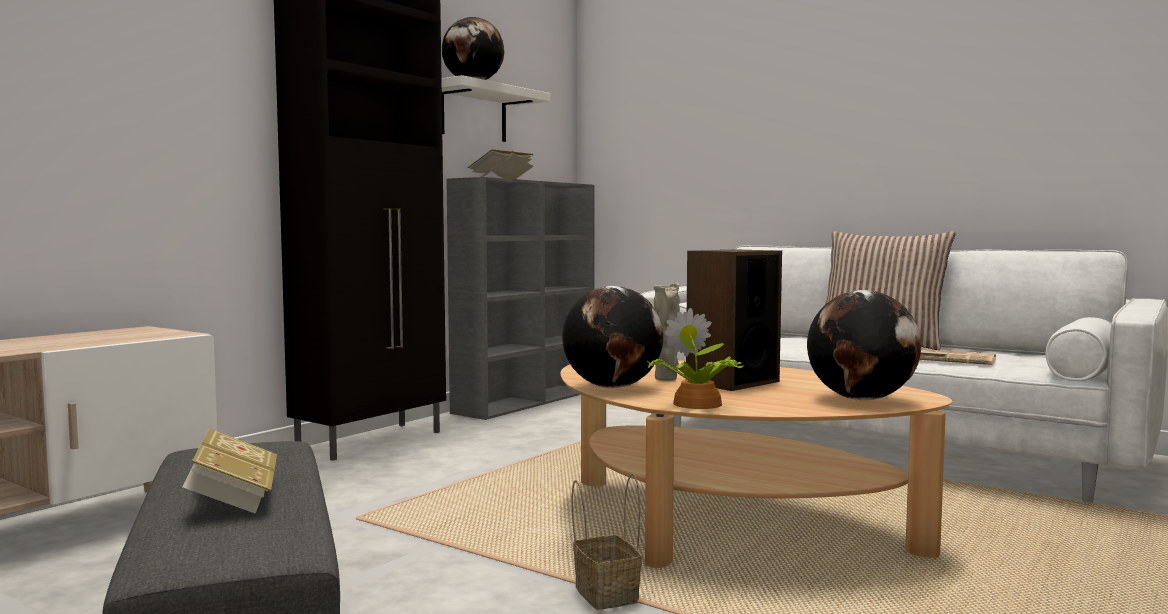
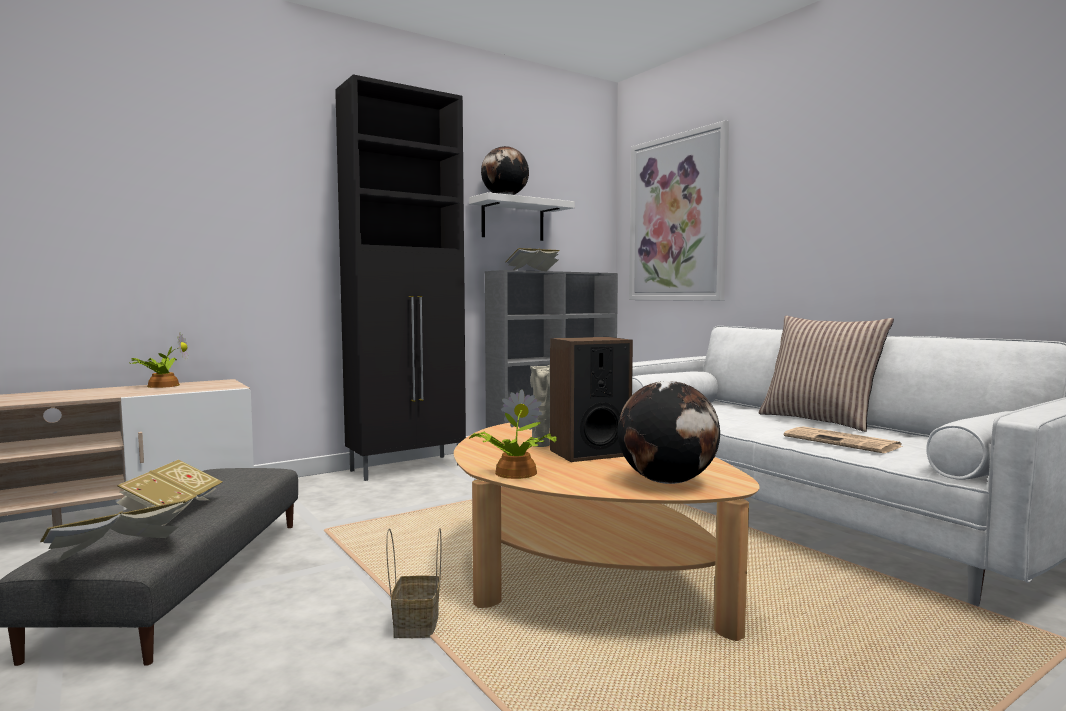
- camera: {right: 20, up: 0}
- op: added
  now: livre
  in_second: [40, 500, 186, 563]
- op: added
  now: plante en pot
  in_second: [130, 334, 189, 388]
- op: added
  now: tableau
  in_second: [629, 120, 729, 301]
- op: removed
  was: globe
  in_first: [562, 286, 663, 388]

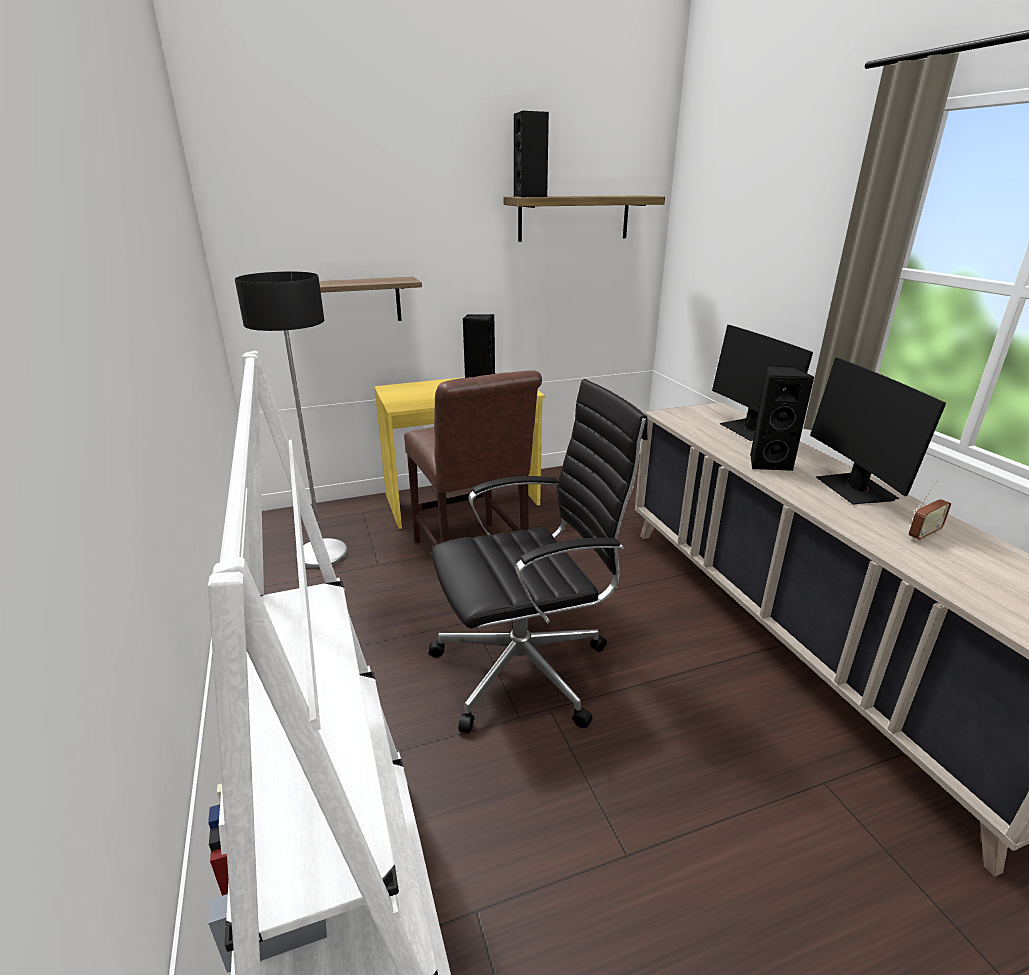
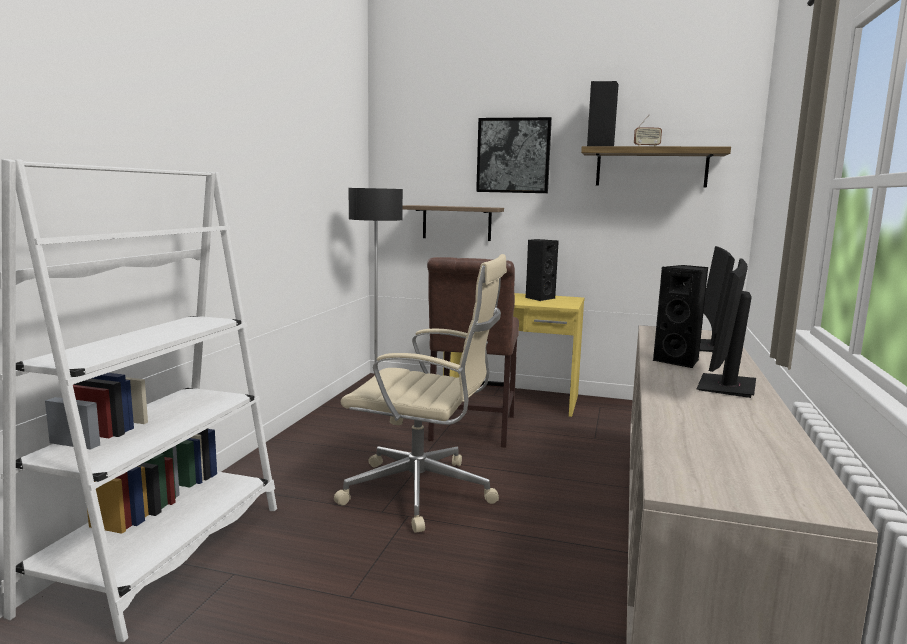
- camera: {right: 35, up: -15}
- op: recoloured
  was: chaise de bureau (noir)
  now: chaise de bureau (beige)
  in_first: [429, 379, 648, 734]
  in_second: [334, 254, 507, 533]
- op: added
  now: tableau
  in_second: [476, 117, 552, 193]
- op: moved
  was: radio
  in_first: [909, 480, 951, 541]
  in_second: [634, 114, 662, 146]

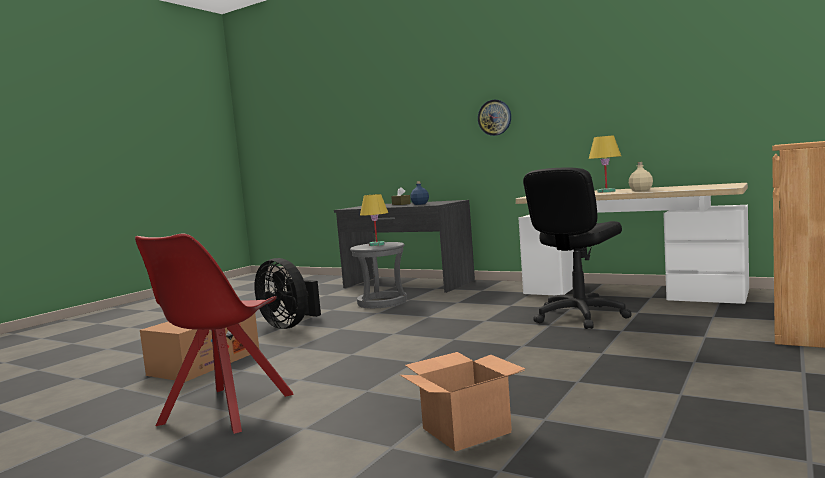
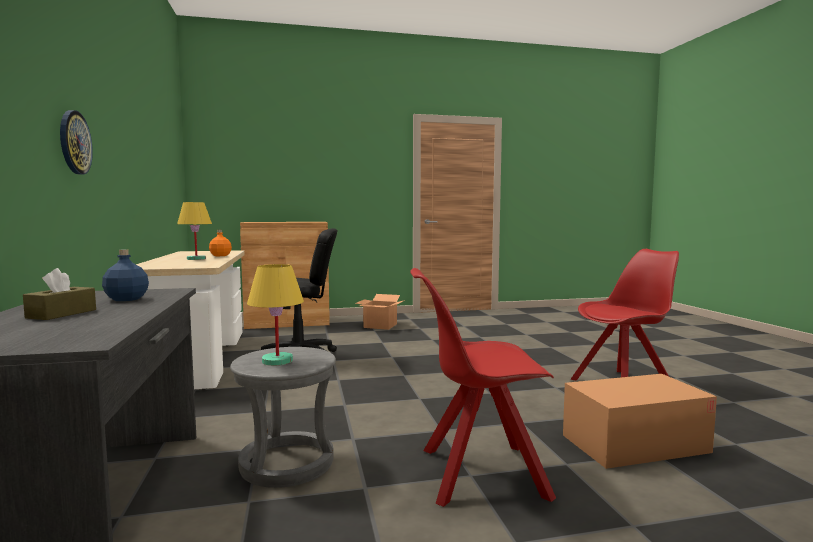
- camera: {right: -135, up: 0}
- op: recoloured
  was: bouteille (beige)
  now: bouteille (orange)
  in_first: [629, 162, 653, 192]
  in_second: [209, 230, 232, 256]
- op: moved
  was: carton
  in_first: [400, 352, 525, 452]
  in_second: [355, 294, 405, 330]
- op: replaced
  was: ventilateur (noir)
  now: chaise (rouge)
  in_first: [254, 258, 321, 329]
  in_second: [410, 268, 556, 507]

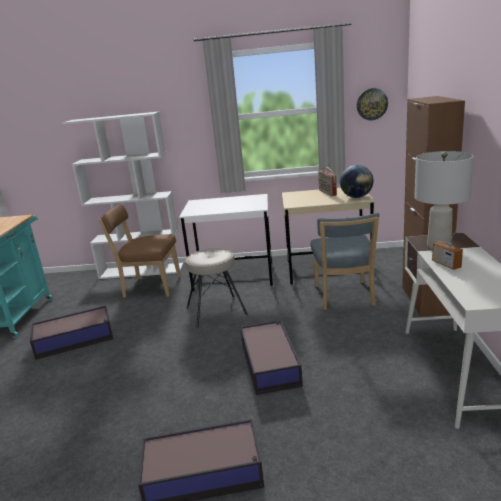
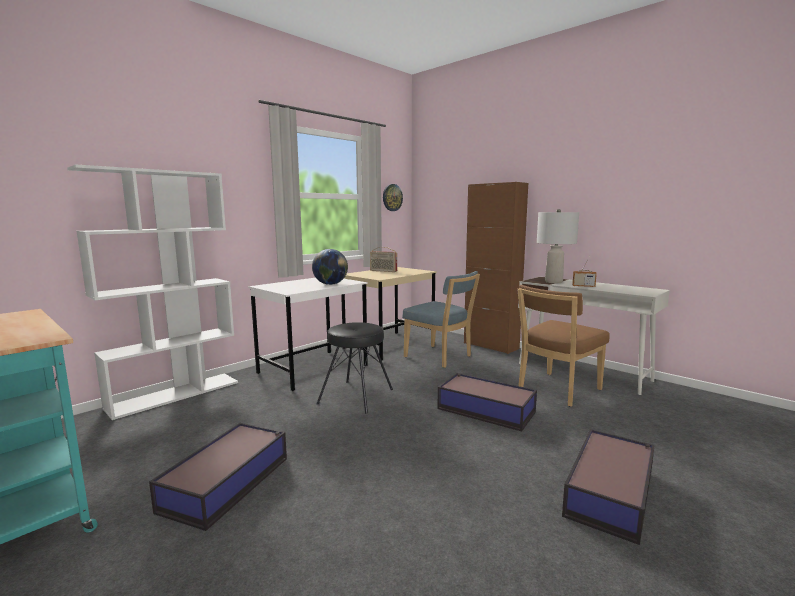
- camera: {right: -50, up: -10}
- op: moved
  was: globe
  in_first: [340, 165, 374, 198]
  in_second: [312, 249, 348, 285]
- op: recoloured
  was: tabouret (beige)
  now: tabouret (noir)
  in_first: [186, 248, 248, 328]
  in_second: [317, 322, 393, 414]
- op: moved
  was: chaise (marron)
  in_first: [99, 203, 181, 298]
  in_second: [517, 285, 610, 407]

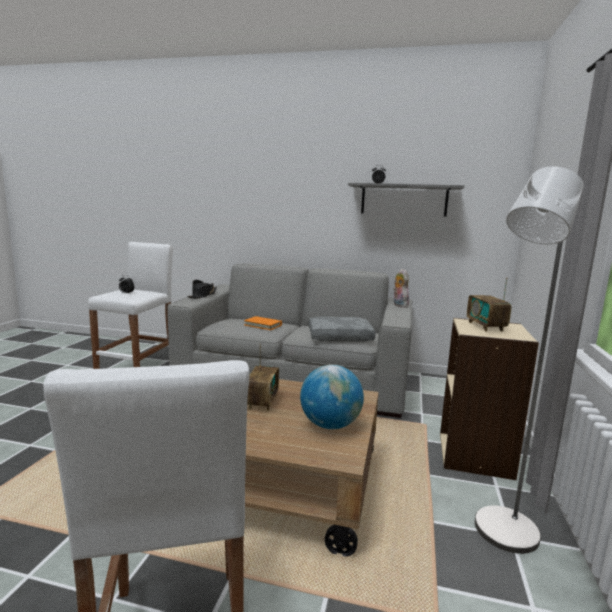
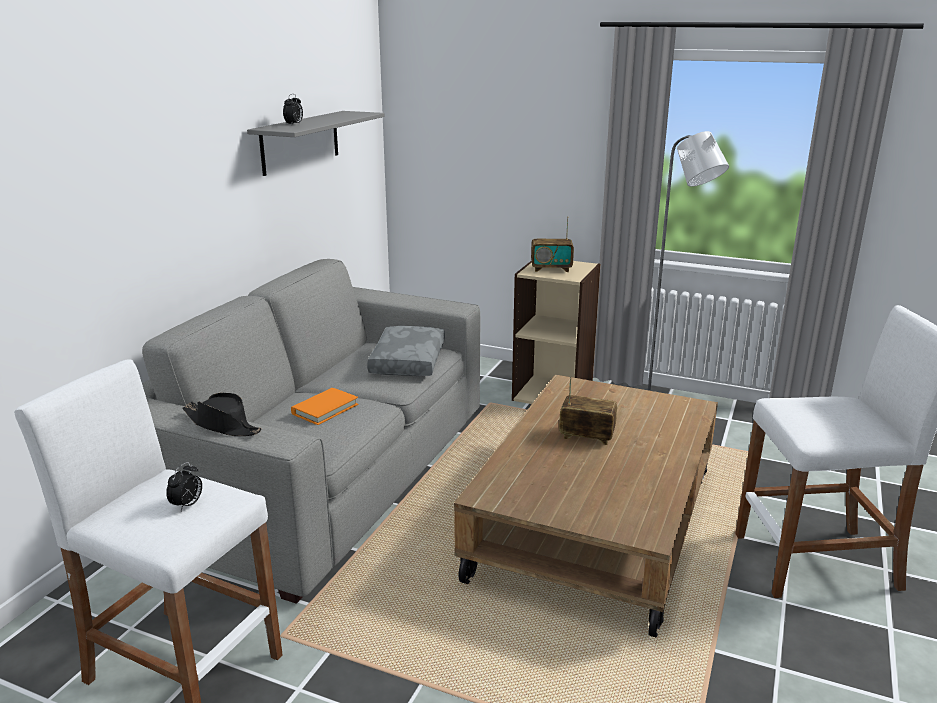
- camera: {right: -80, up: 10}
- op: removed
  was: globe
  in_first: [300, 365, 364, 429]
- op: removed
  was: peluche
  in_first: [393, 269, 409, 308]

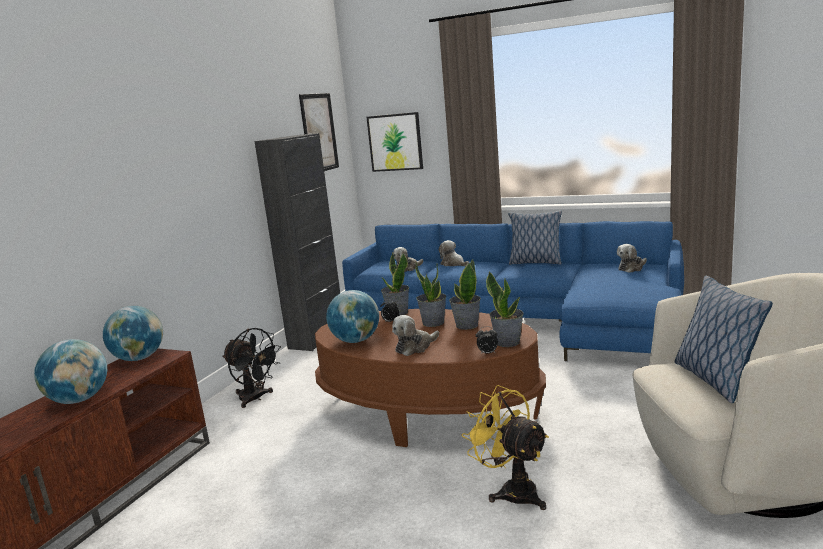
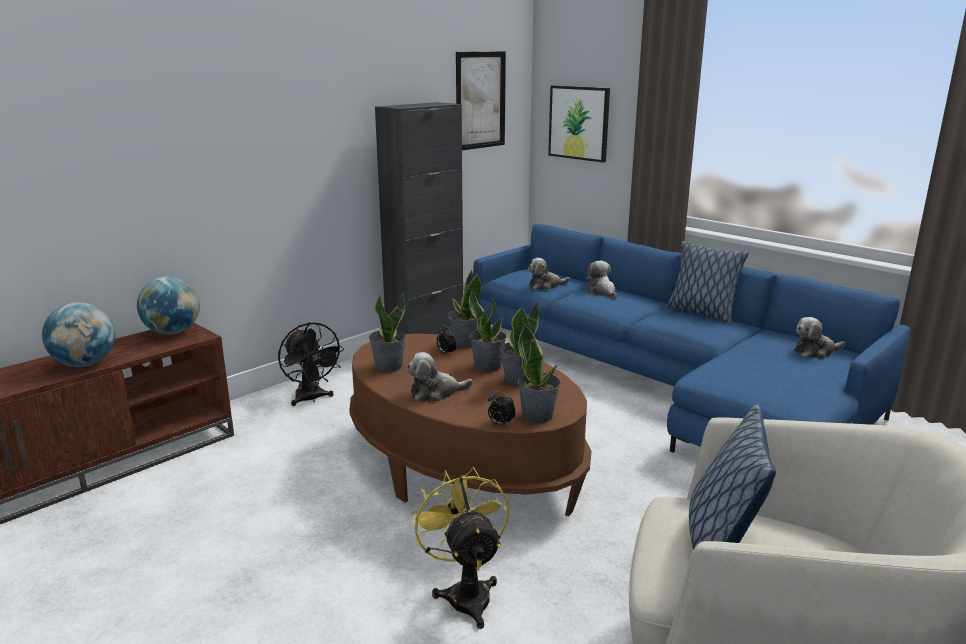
- camera: {right: 20, up: 5}
- op: replaced
  was: globe
  now: plante en pot
  in_first: [326, 290, 379, 343]
  in_second: [369, 292, 406, 373]

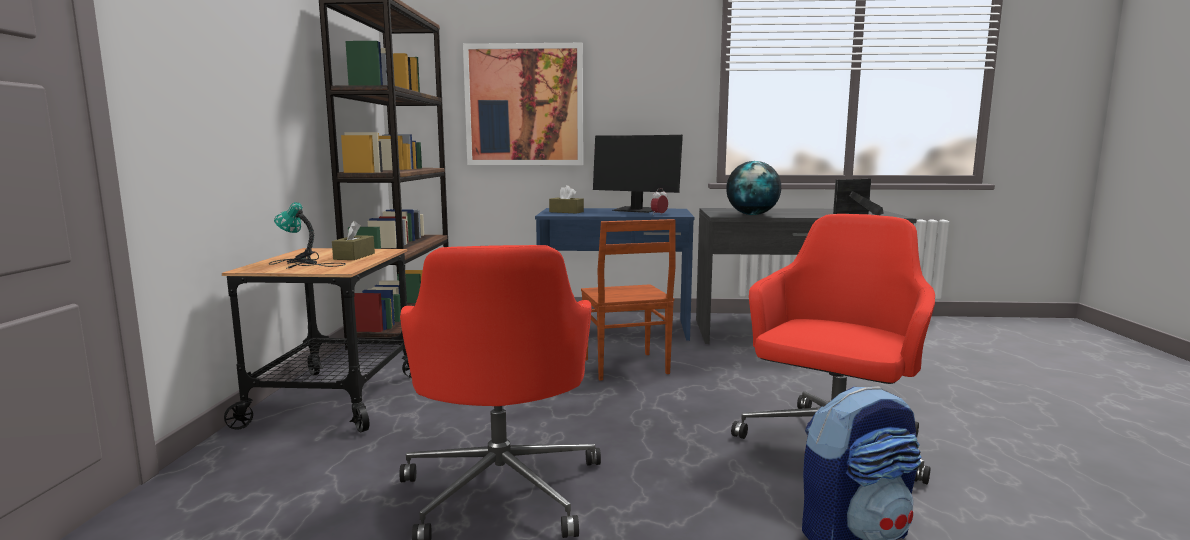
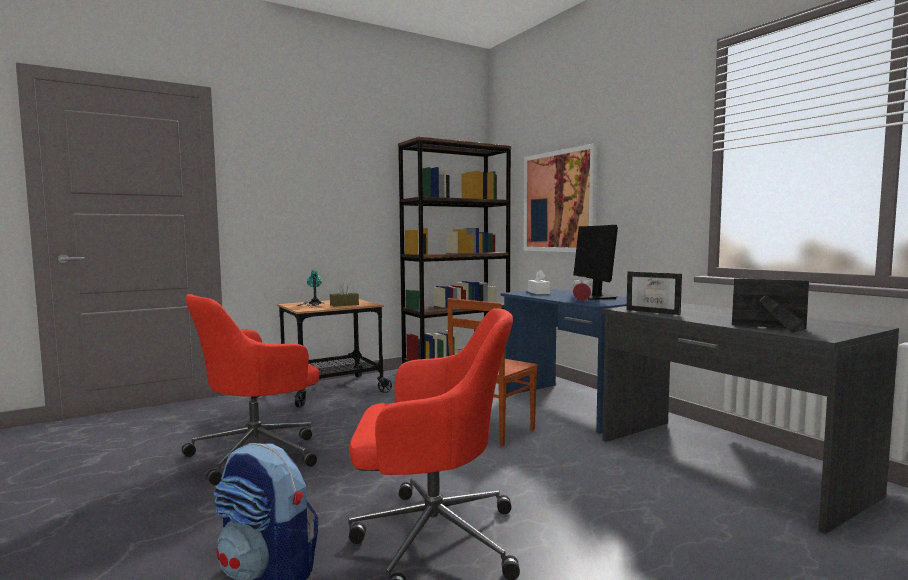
- camera: {right: 55, up: -5}
- op: recoloured
  was: boîte à mouchoirs (marron)
  now: boîte à mouchoirs (blanc)
  in_first: [549, 185, 584, 214]
  in_second: [528, 270, 550, 294]
- op: replaced
  was: globe
  now: cadre photo
  in_first: [726, 161, 781, 215]
  in_second: [626, 271, 682, 315]

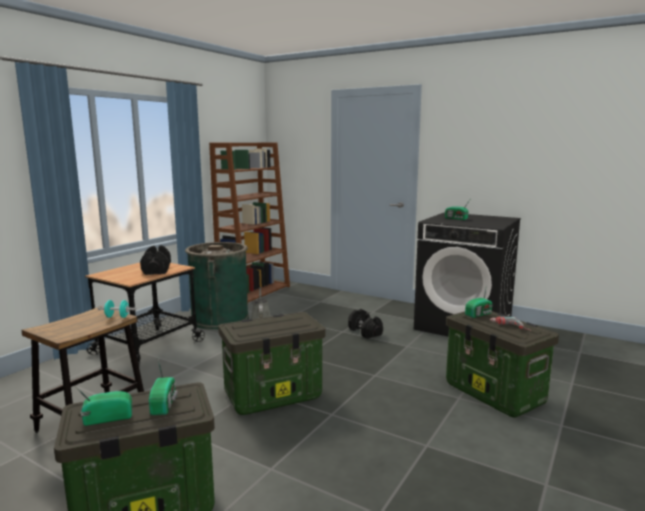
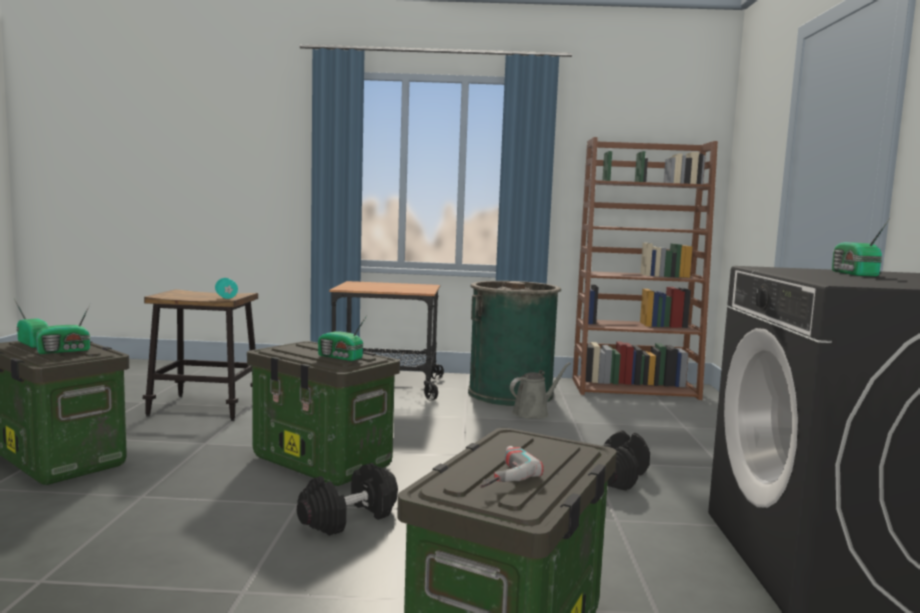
- camera: {right: 60, up: -5}
- op: moved
  was: haltère (noir)
  in_first: [140, 245, 171, 275]
  in_second: [297, 463, 398, 536]
- op: moved
  was: radio
  in_first: [465, 284, 493, 318]
  in_second: [318, 317, 366, 361]

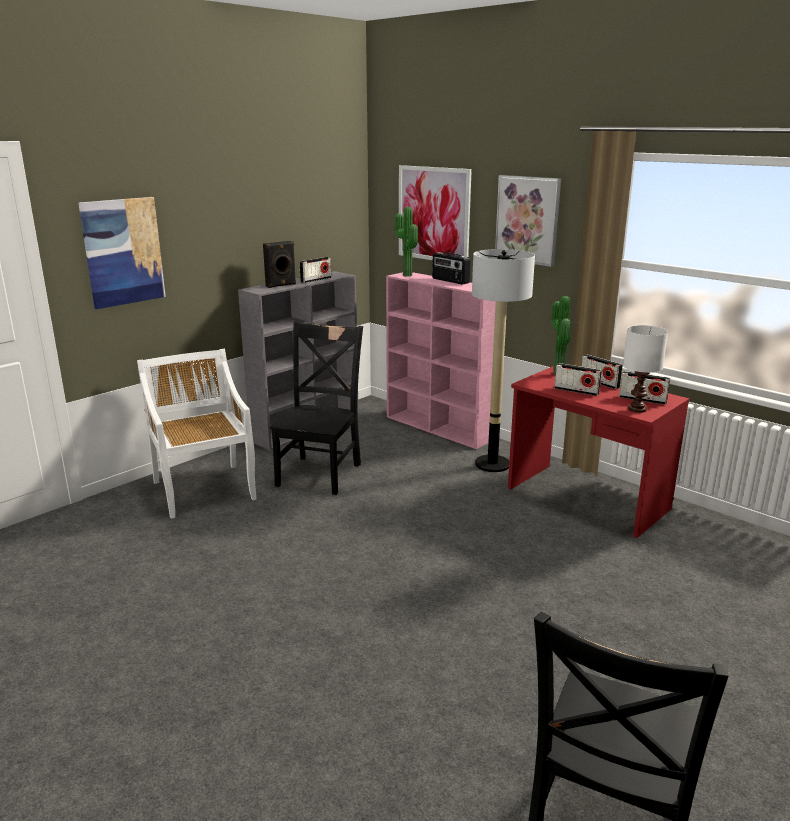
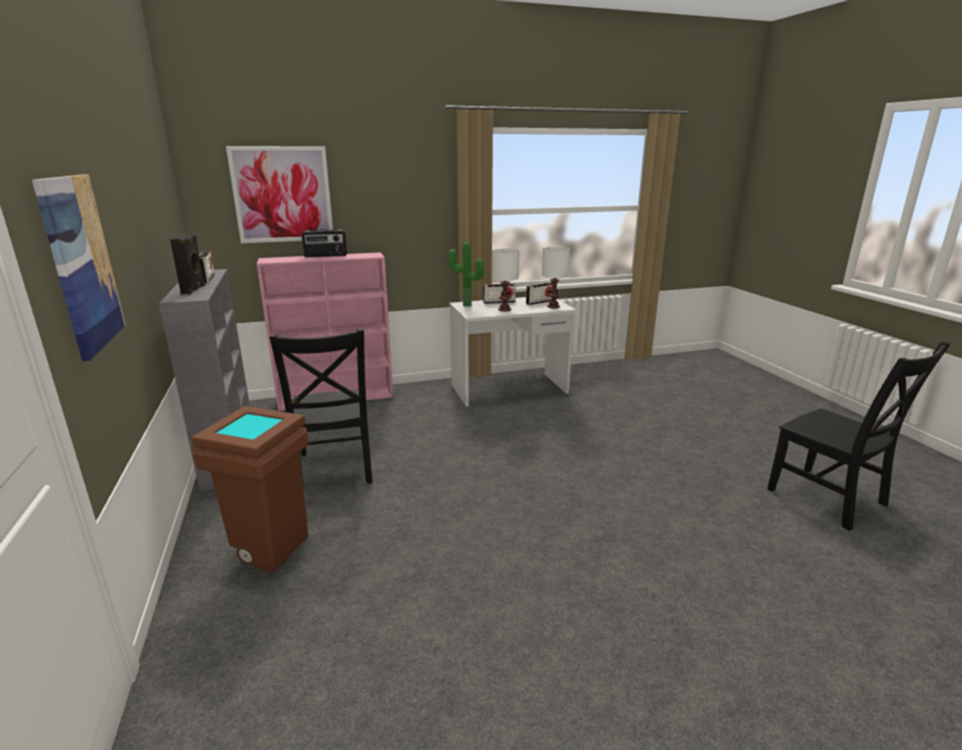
- camera: {right: -60, up: 0}
- op: replaced
  was: chaise (blanc)
  now: poubelle (marron)
  in_first: [137, 349, 257, 519]
  in_second: [192, 406, 309, 572]
- op: turned
  was: chaise (noir)
  in_first: [270, 321, 363, 495]
  in_second: [269, 328, 373, 489]
  clockwise: -150
- op: recoloured
  was: bureau (rouge)
  now: bureau (blanc)
  in_first: [508, 366, 689, 538]
  in_second: [449, 297, 576, 406]
- op: replaced
  was: radio
  now: lampe de table (blanc)
  in_first: [554, 363, 602, 396]
  in_second: [492, 249, 519, 311]
- op: removed
  was: plante en pot
  in_first: [395, 207, 418, 277]
- op: removed
  was: lampadaire
  in_first: [472, 249, 535, 472]
- op: removed
  was: tableau
  in_first: [495, 175, 561, 267]

